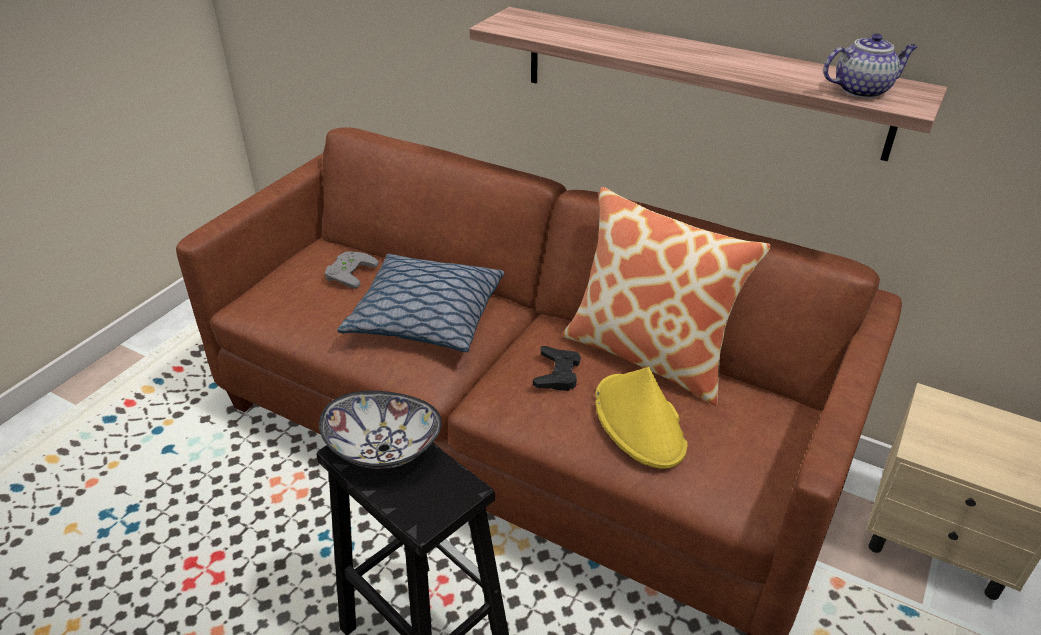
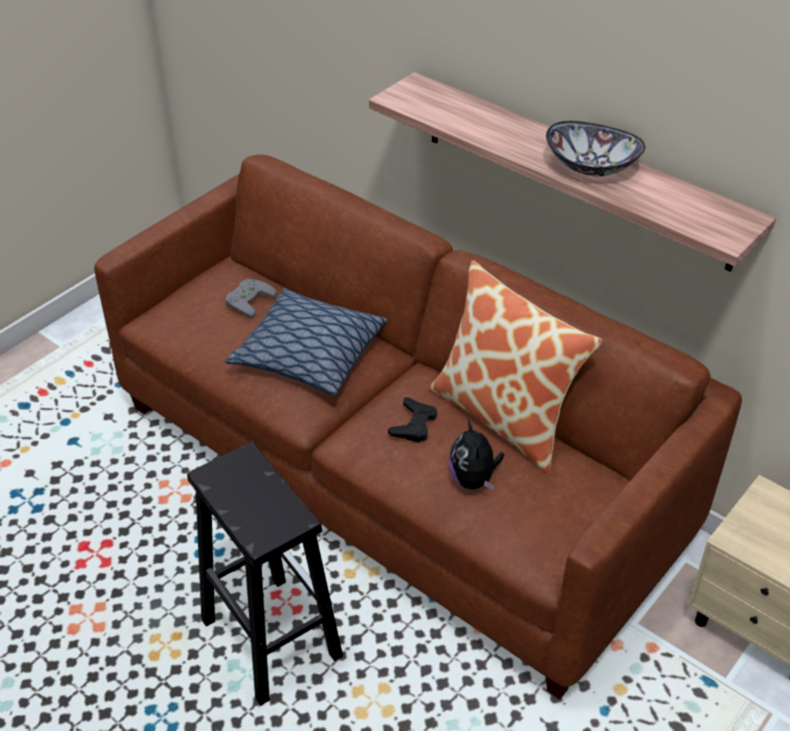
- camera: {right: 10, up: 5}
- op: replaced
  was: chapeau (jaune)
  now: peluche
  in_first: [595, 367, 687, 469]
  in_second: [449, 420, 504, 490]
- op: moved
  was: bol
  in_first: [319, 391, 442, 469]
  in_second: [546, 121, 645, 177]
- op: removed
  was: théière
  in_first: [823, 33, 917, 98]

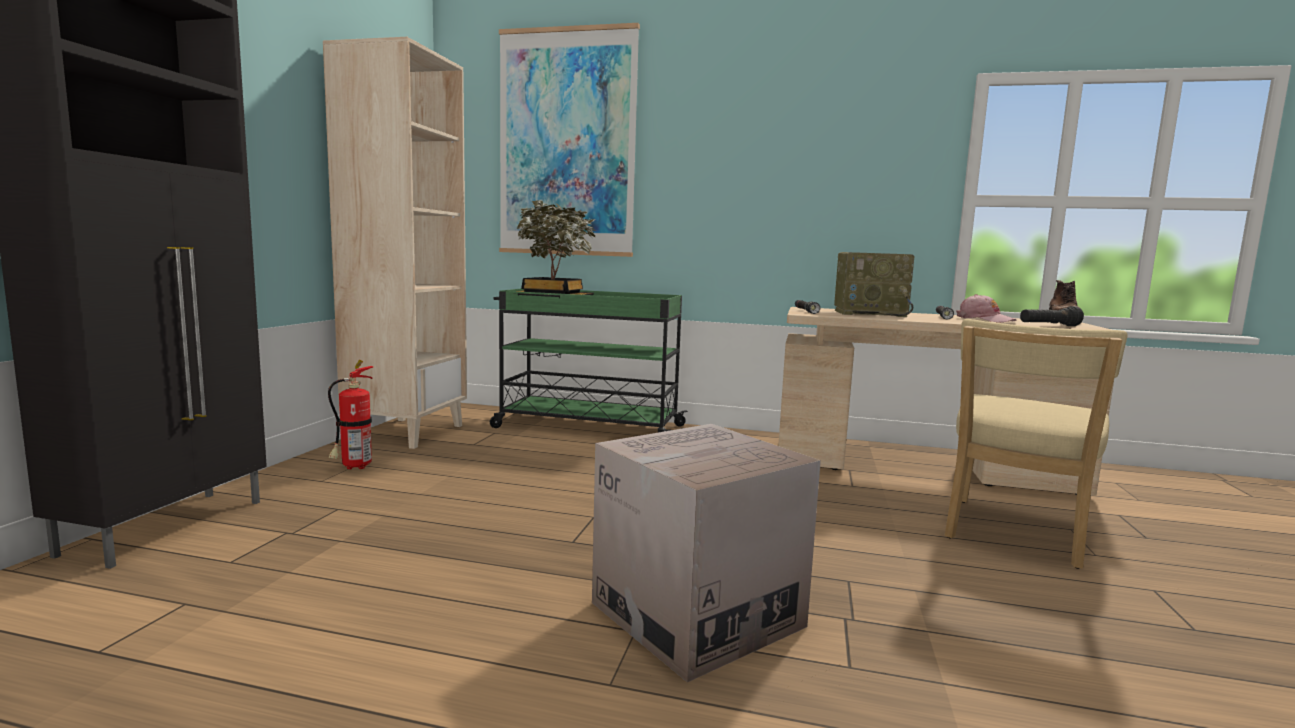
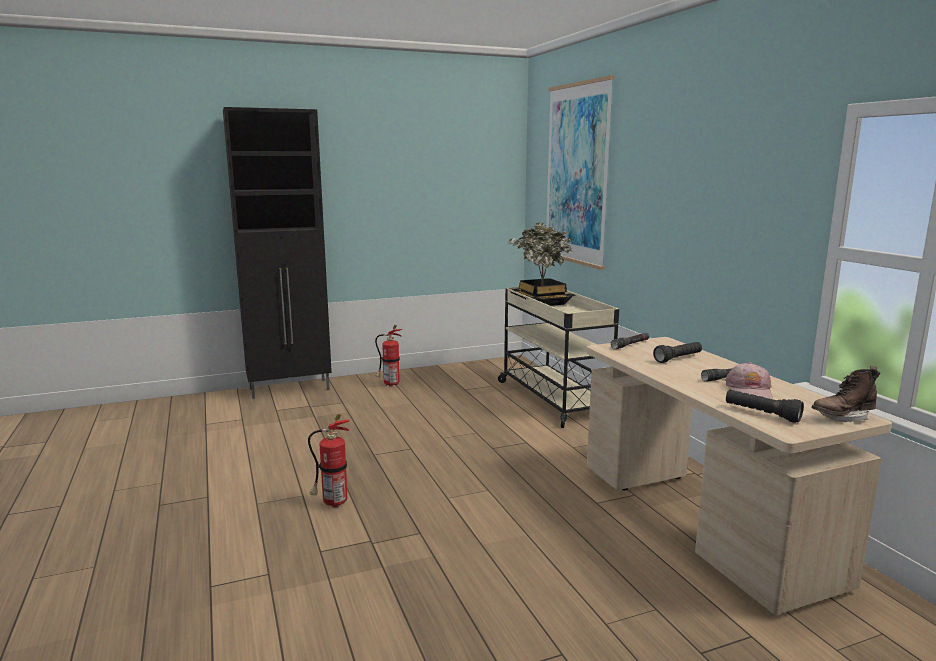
- camera: {right: 55, up: 5}
- op: replaced
  was: carton
  now: extincteur
  in_first: [592, 424, 821, 682]
  in_second: [308, 414, 350, 508]
- op: recoloured
  was: chariot (vert)
  now: chariot (beige)
  in_first: [490, 288, 688, 433]
  in_second: [498, 287, 619, 428]
- op: replaced
  was: radio
  now: lampe de poche (noir)
  in_first: [834, 252, 914, 317]
  in_second: [653, 342, 702, 363]
- op: removed
  was: bibliothèque (beige)
  in_first: [323, 37, 467, 449]
- op: removed
  was: chaise (beige)
  in_first: [945, 319, 1127, 569]

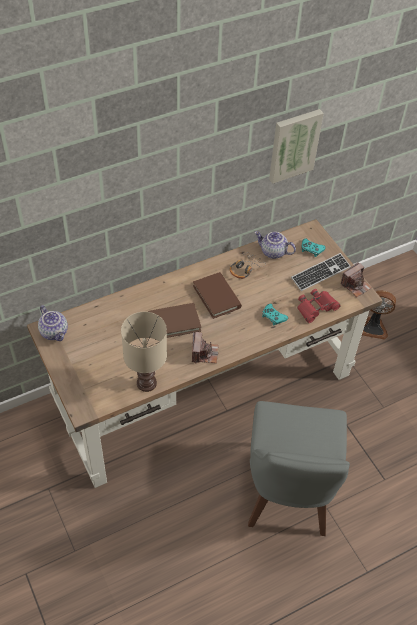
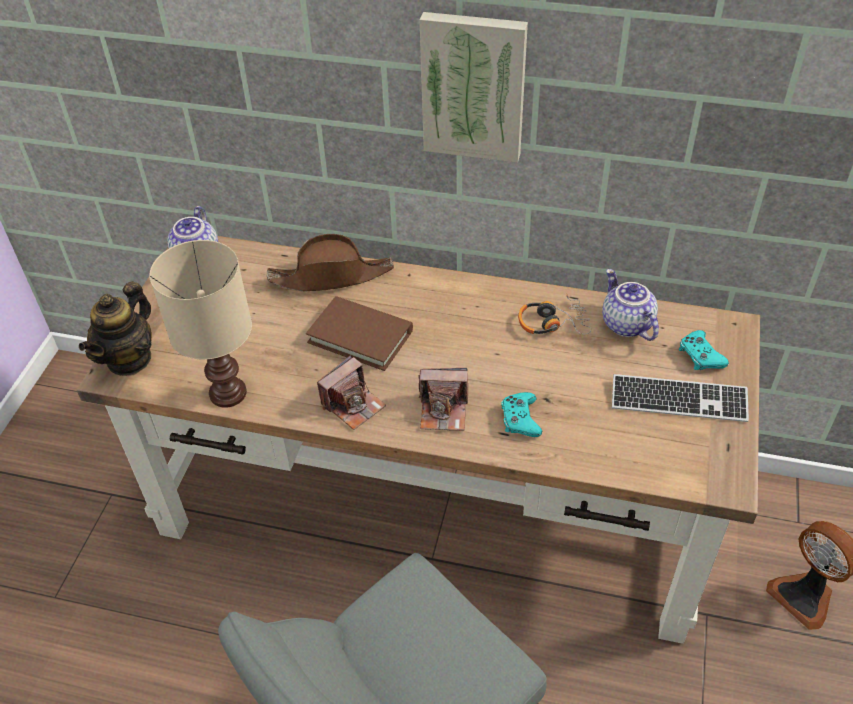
- camera: {right: 45, up: -5}
- op: added
  now: théière
  in_second: [79, 281, 152, 376]
- op: added
  now: chapeau (marron)
  in_second: [267, 234, 394, 292]
- op: moved
  was: appareil photo
  in_first: [341, 262, 372, 297]
  in_second: [419, 368, 468, 431]
- op: moved
  was: tableau
  in_first: [269, 109, 324, 183]
  in_second: [420, 12, 528, 163]
- op: removed
  was: livre (marron)
  in_first: [193, 272, 242, 319]
- op: removed
  was: jumelles (rouge)
  in_first: [297, 289, 341, 323]

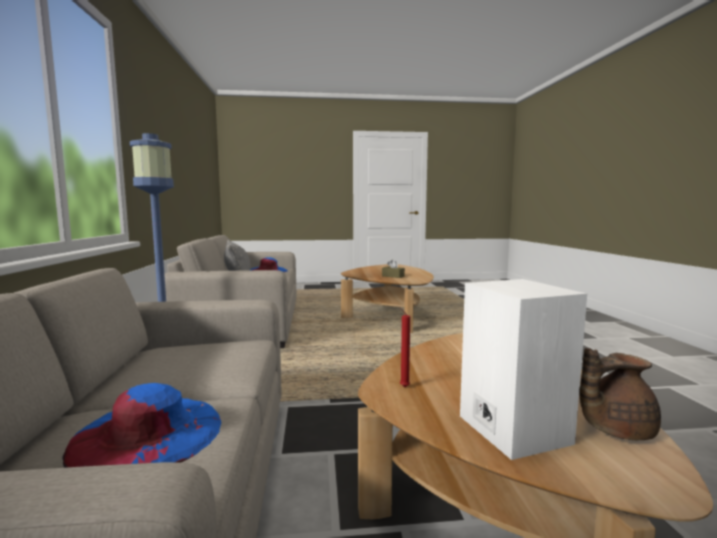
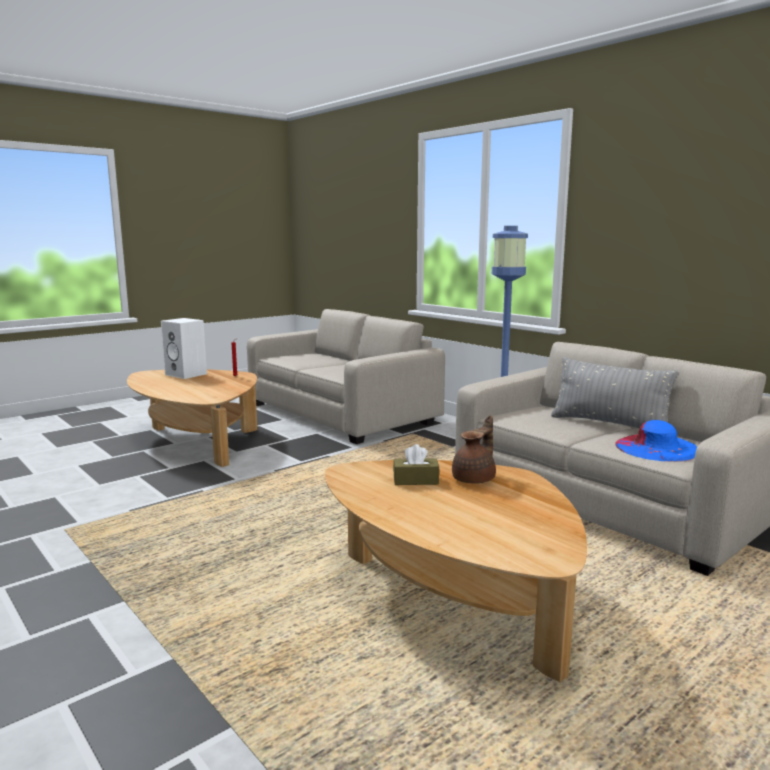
- camera: {right: 145, up: 5}
- op: moved
  was: théière (marron)
  in_first: [579, 348, 661, 440]
  in_second: [452, 415, 496, 484]
- op: removed
  was: chapeau (bleu)
  in_first: [63, 383, 221, 468]

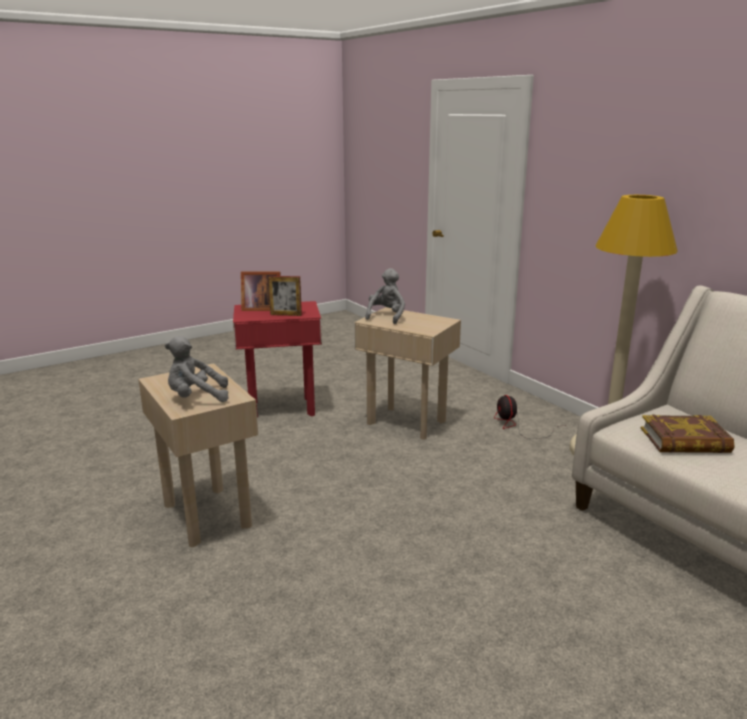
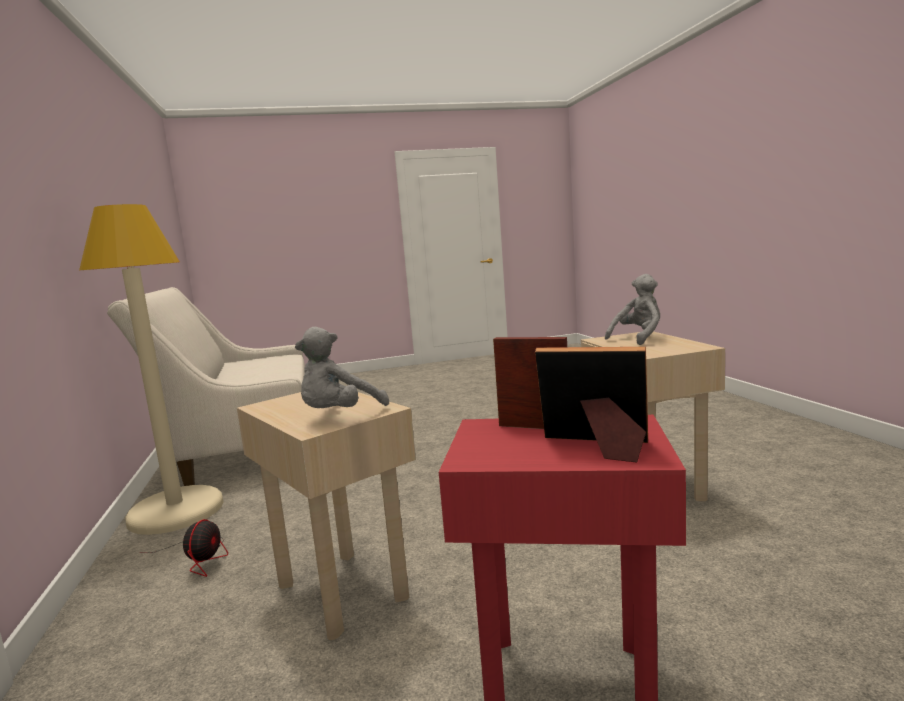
- camera: {right: -160, up: -10}
- op: turned
  was: peluche (gris)
  in_first: [165, 336, 228, 402]
  in_second: [605, 274, 660, 345]
  clockwise: -45
- op: removed
  was: livre
  in_first: [641, 415, 735, 453]

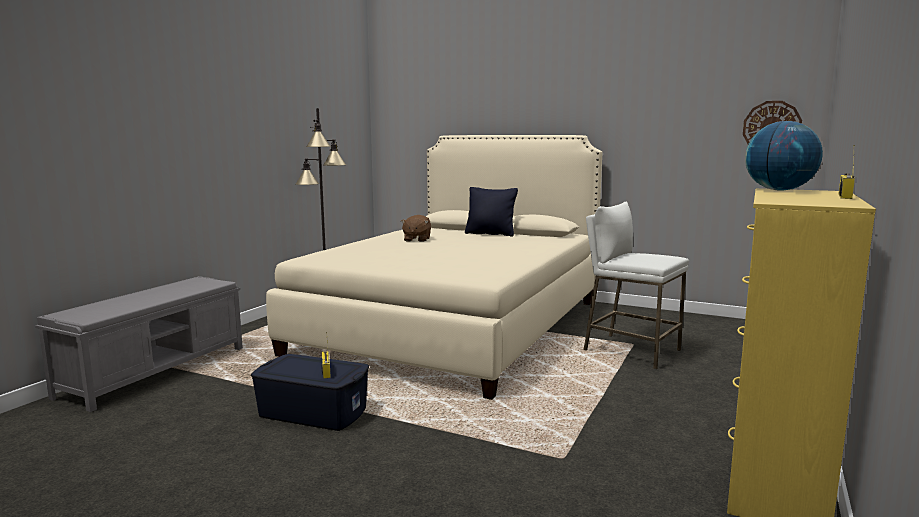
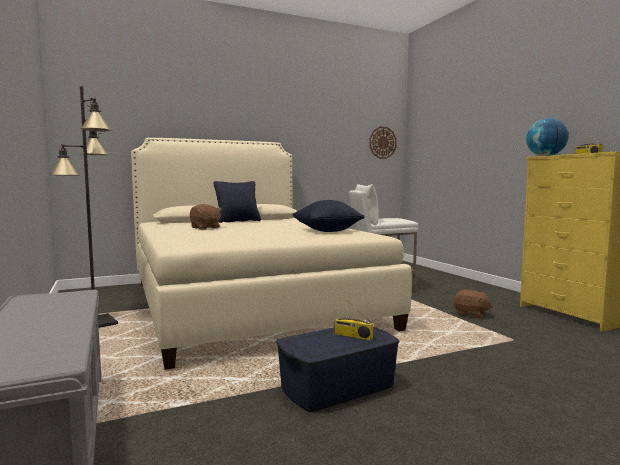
- camera: {right: -50, up: -5}
- op: added
  now: coussin (noir)
  in_second: [293, 200, 365, 232]
- op: added
  now: peluche (marron)
  in_second: [453, 290, 493, 319]

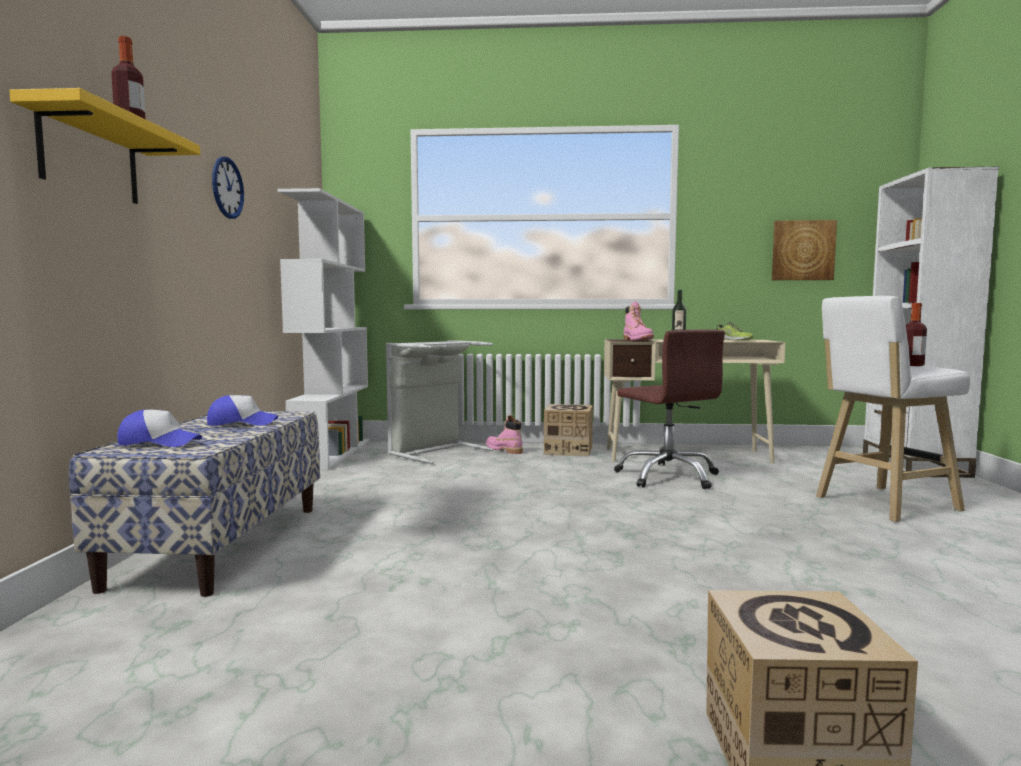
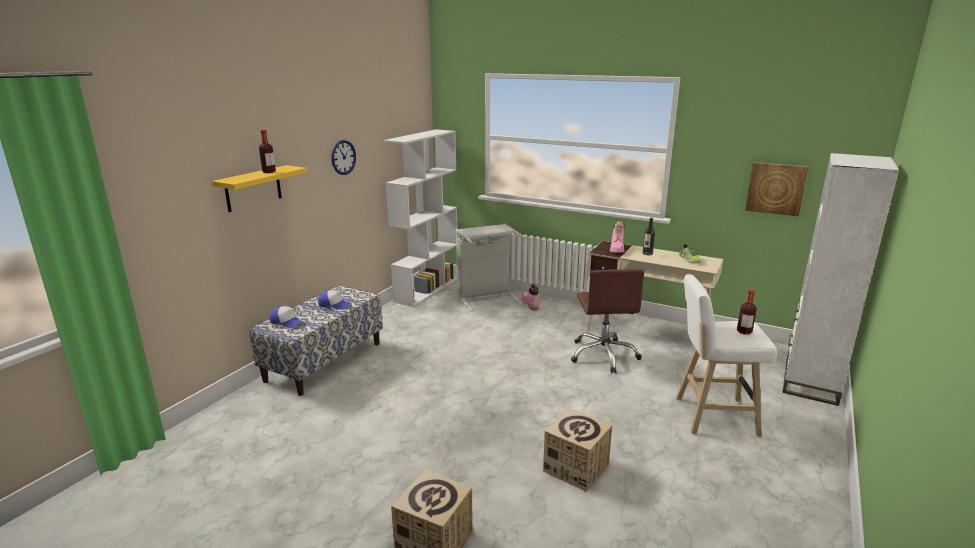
- camera: {right: 25, up: 15}
- op: moved
  was: carton
  in_first: [544, 404, 593, 457]
  in_second: [543, 408, 612, 492]

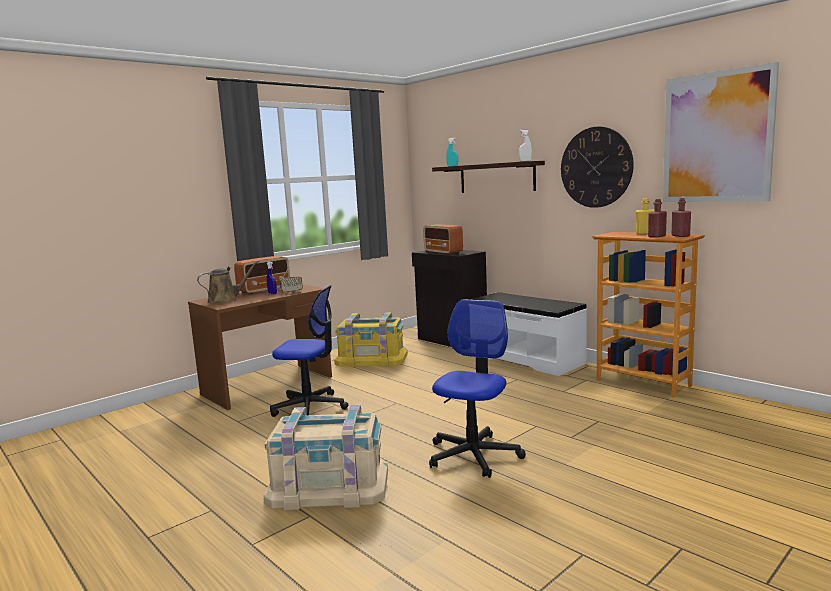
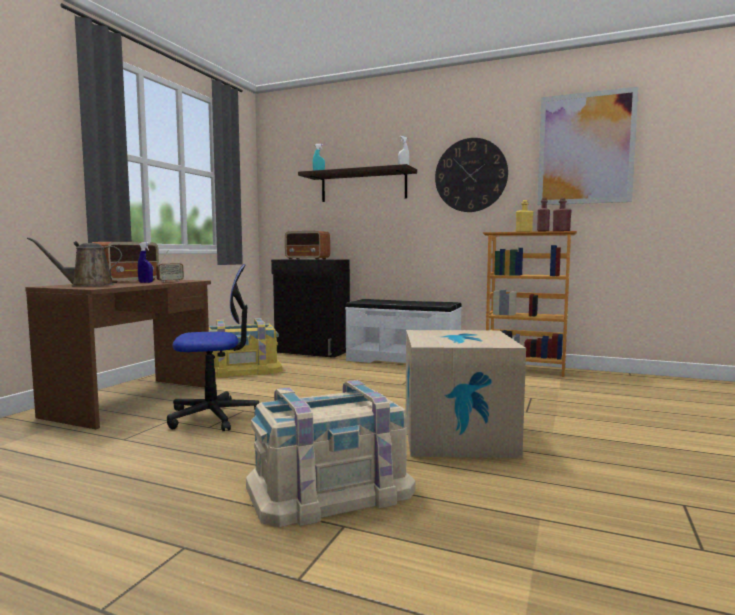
- camera: {right: -25, up: -5}
- op: turned
  was: arrosoir (marron)
  in_first: [197, 260, 259, 303]
  in_second: [27, 237, 122, 286]
  clockwise: -150
- op: replaced
  was: chaise de bureau
  now: carton
  in_first: [429, 299, 526, 478]
  in_second: [406, 330, 526, 458]

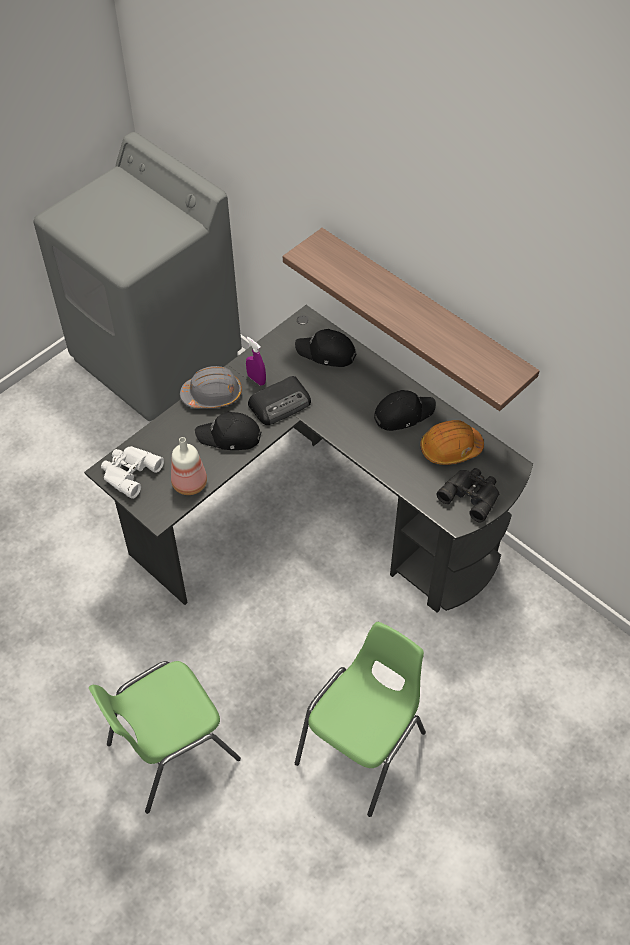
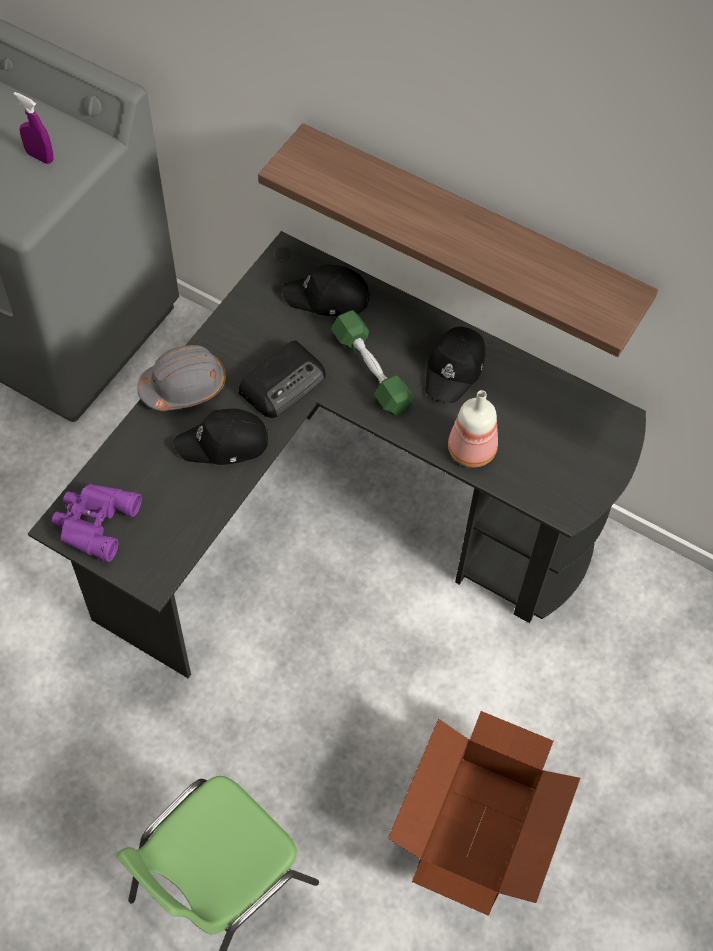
- camera: {right: -15, up: 5}
- op: moved
  was: vaporisateur (violet)
  in_first: [246, 337, 266, 386]
  in_second: [14, 92, 53, 164]
- op: recoloured
  was: jumelles (blanc)
  now: jumelles (violet)
  in_first: [101, 446, 164, 499]
  in_second: [52, 484, 142, 562]
- op: added
  now: haltère (vert)
  in_second: [331, 310, 413, 416]
- op: replaced
  was: chaise (vert)
  now: carton
  in_first: [295, 622, 426, 817]
  in_second: [388, 711, 580, 916]
- op: turned
  was: casquette (noir)
  in_first: [374, 390, 436, 431]
  in_second: [425, 326, 485, 403]
  clockwise: 150
- op: moved
  was: bouteille
  in_first: [171, 437, 207, 495]
  in_second: [448, 390, 498, 468]
- op: removed
  was: casque de chantier (orange)
  in_first: [420, 420, 484, 465]
- op: removed
  was: jumelles (noir)
  in_first: [437, 468, 499, 523]

